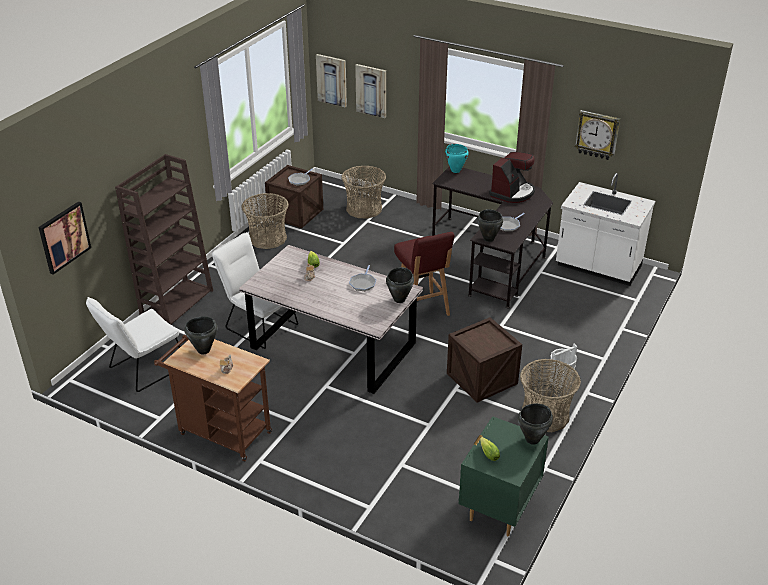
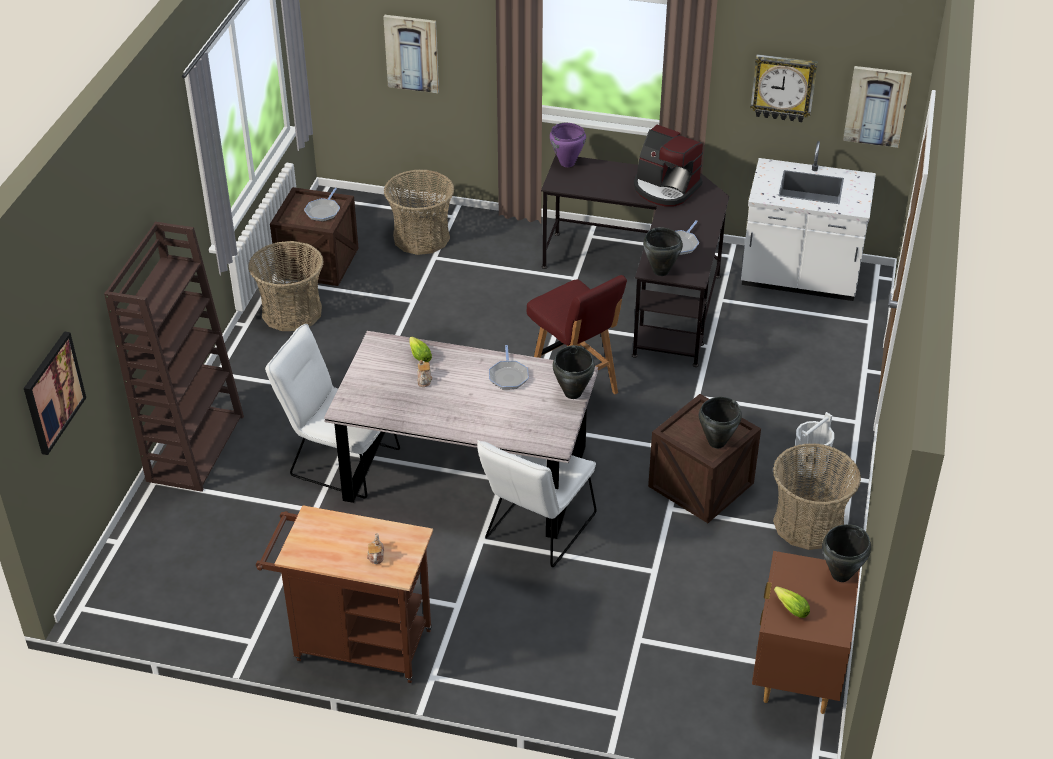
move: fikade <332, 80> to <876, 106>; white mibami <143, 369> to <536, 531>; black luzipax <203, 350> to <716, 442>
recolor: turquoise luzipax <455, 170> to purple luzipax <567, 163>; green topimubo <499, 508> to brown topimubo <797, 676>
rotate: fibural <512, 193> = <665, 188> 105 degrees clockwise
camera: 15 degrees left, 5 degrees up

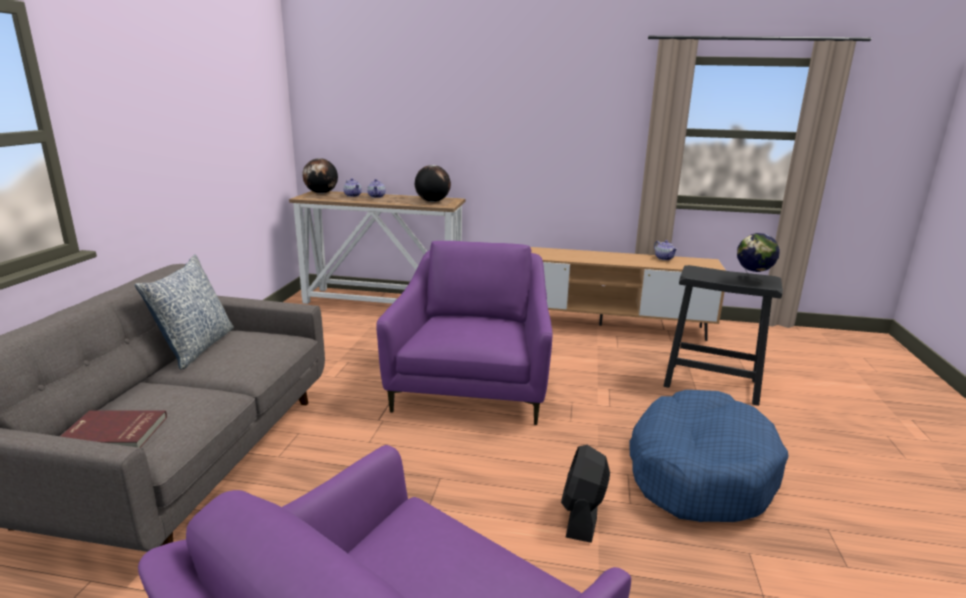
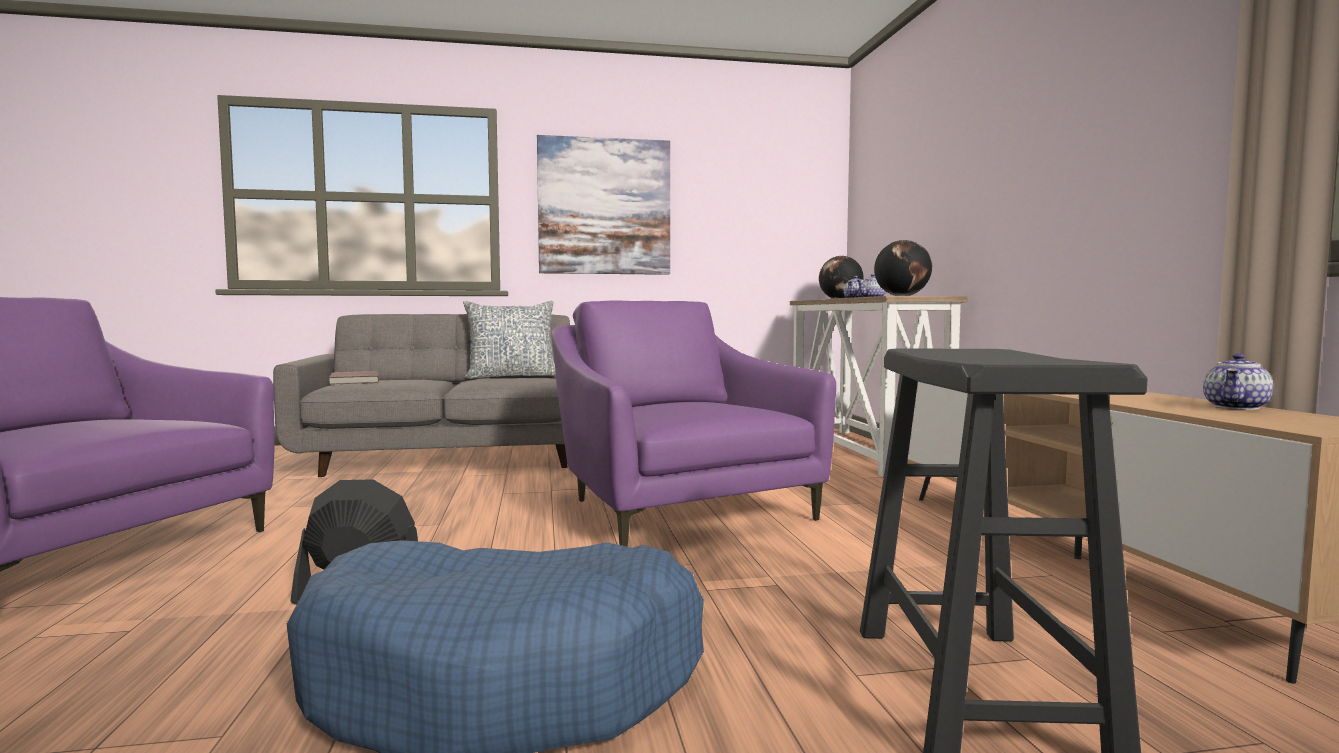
delete: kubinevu <752, 281>
insert: fikade <604, 207>
rotate: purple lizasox <472, 386> = <676, 510> 105 degrees counterclockwise
camera: 70 degrees right, 15 degrees down

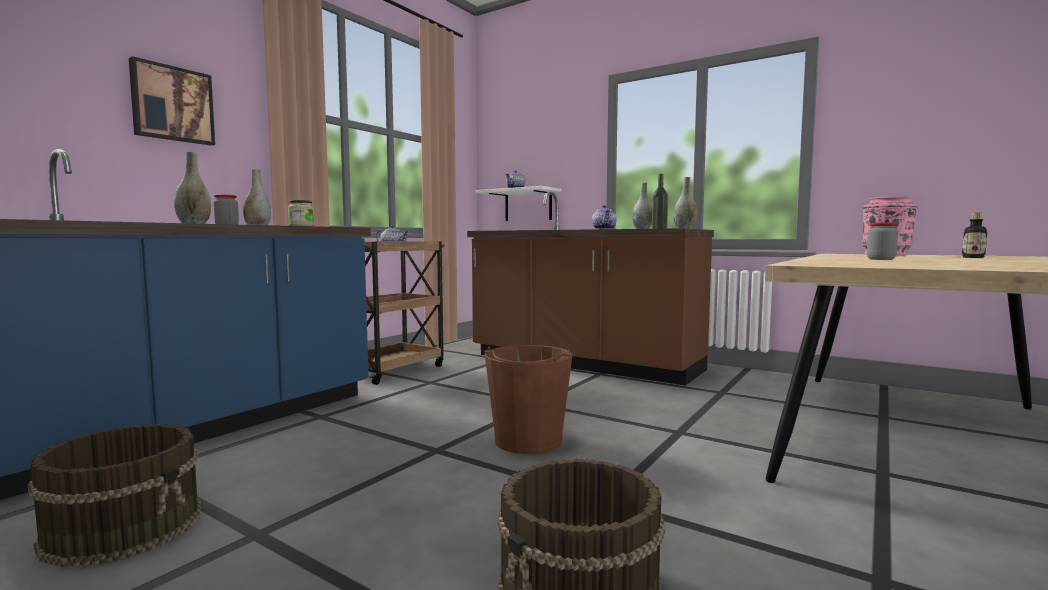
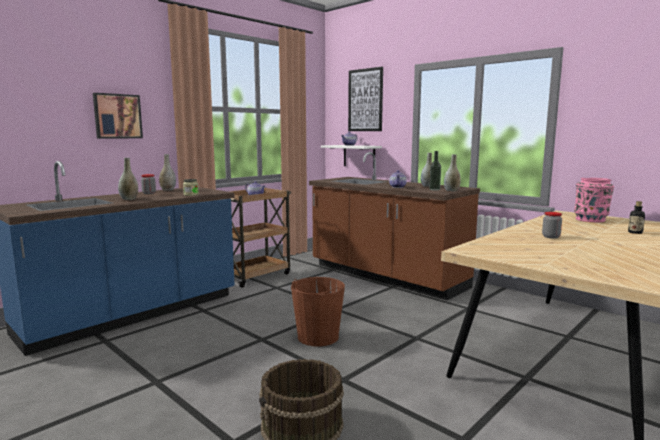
delete: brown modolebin <125, 526>
insert: fikade <365, 100>
camera: 10 degrees right, 5 degrees up

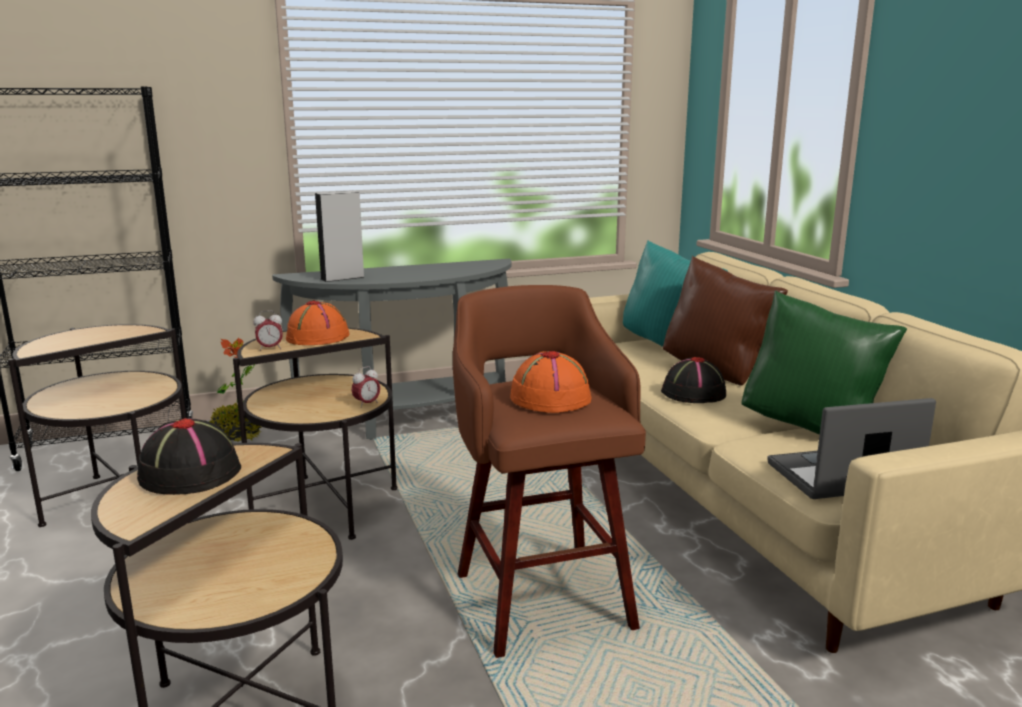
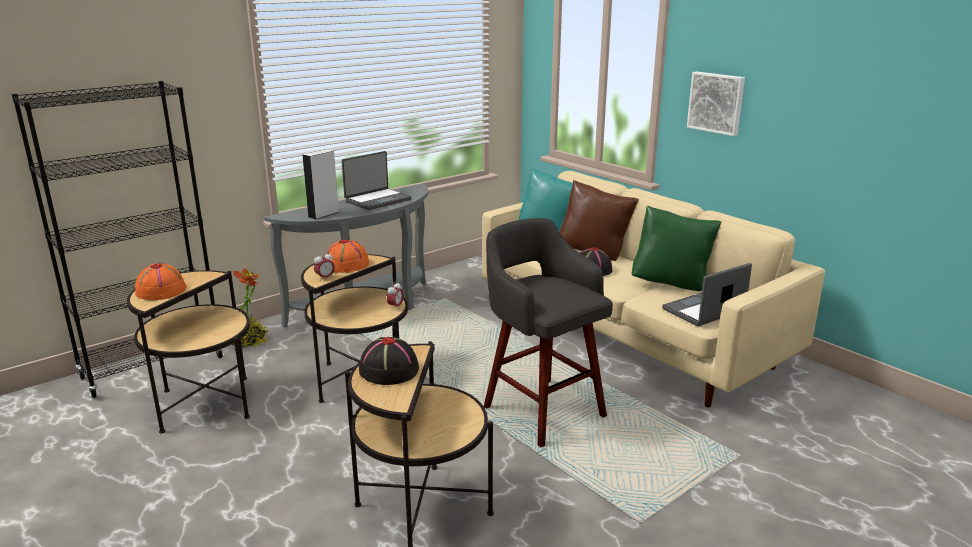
insert: fikade <716, 102>; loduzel <377, 200>
move: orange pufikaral <550, 397> to <161, 290>
recolor: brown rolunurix <541, 596> to grey rolunurix <541, 409>
camera: 20 degrees left, 5 degrees up

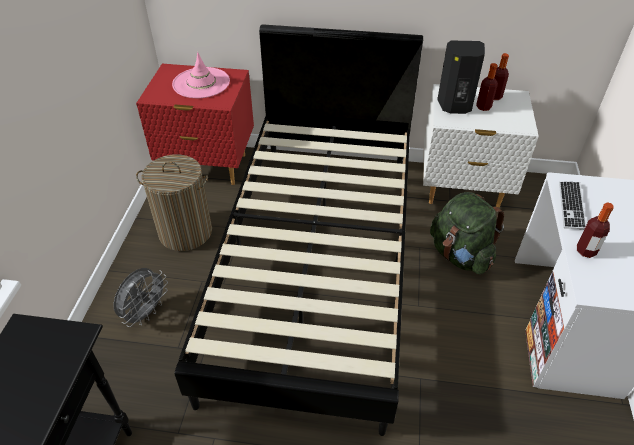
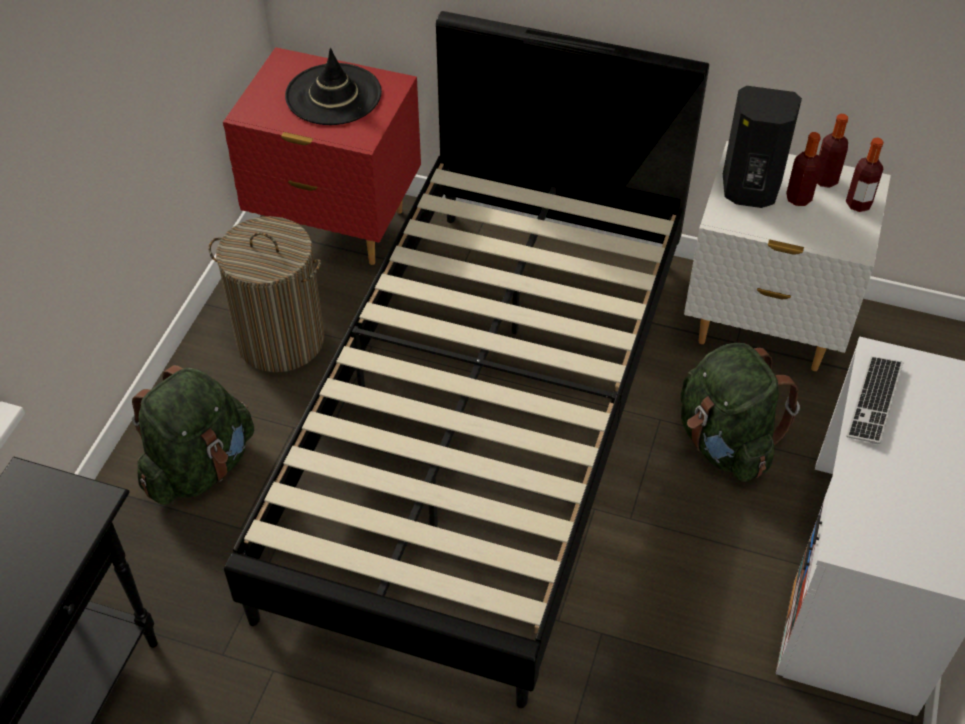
move: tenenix <586, 251> to <858, 204>
replace: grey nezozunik <145, 313> to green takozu <200, 467>
recolor: pink pufikaral <201, 83> to black pufikaral <333, 95>
camera: 10 degrees right, 5 degrees up

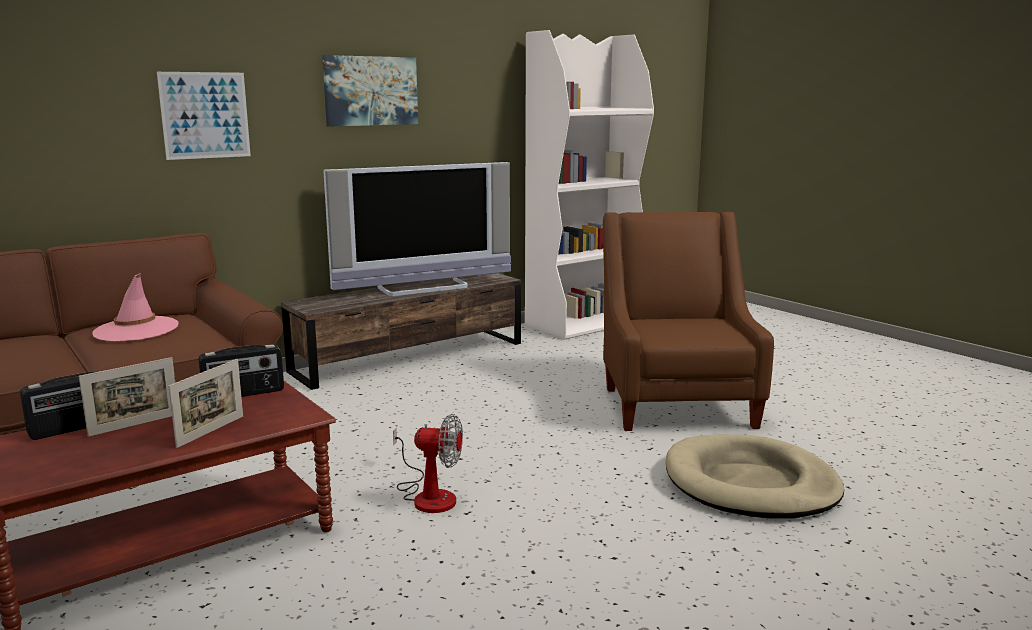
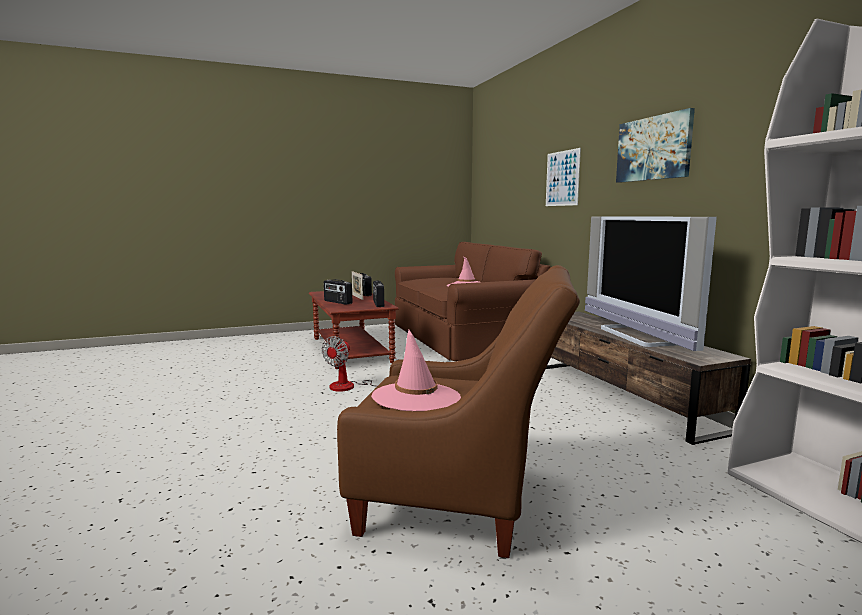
delete: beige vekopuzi <750, 484>
insert: pink pufikaral <416, 397>
replace: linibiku <211, 431> to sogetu <337, 302>
camera: 105 degrees right, 5 degrees down

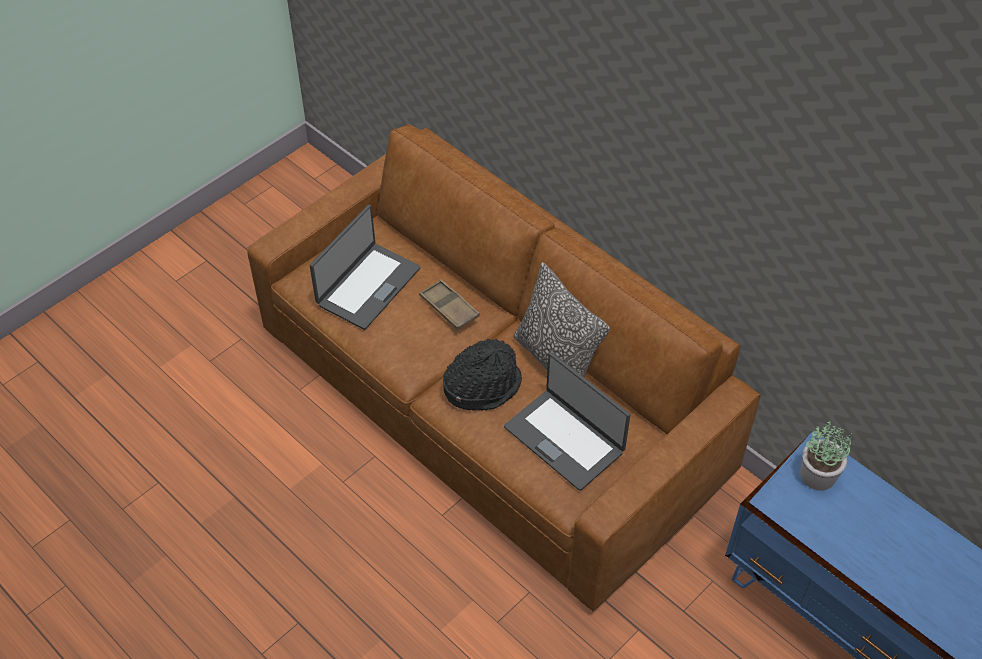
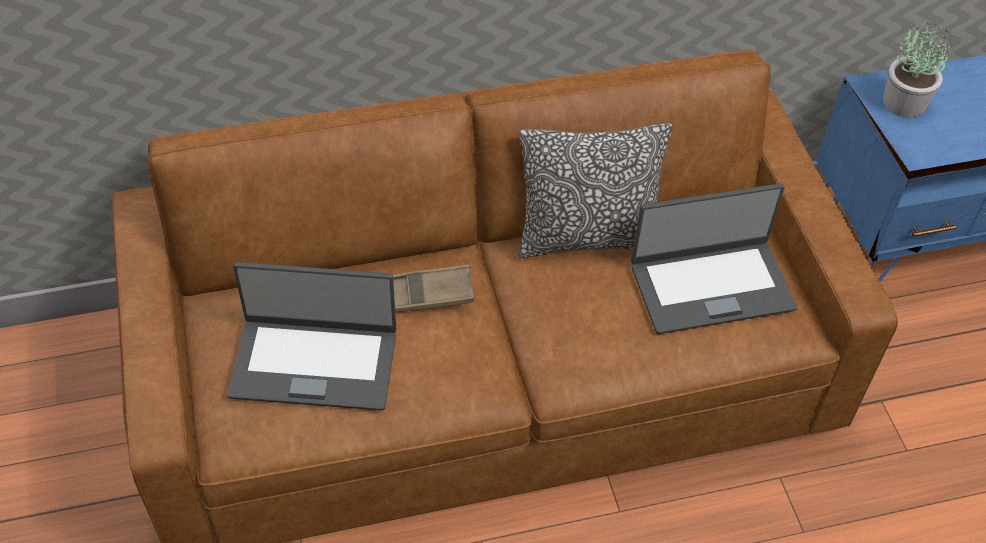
delete: black pufikaral <482, 385>
rotate: loduzel <367, 286> = <314, 362> 120 degrees clockwise
camera: 60 degrees left, 0 degrees up

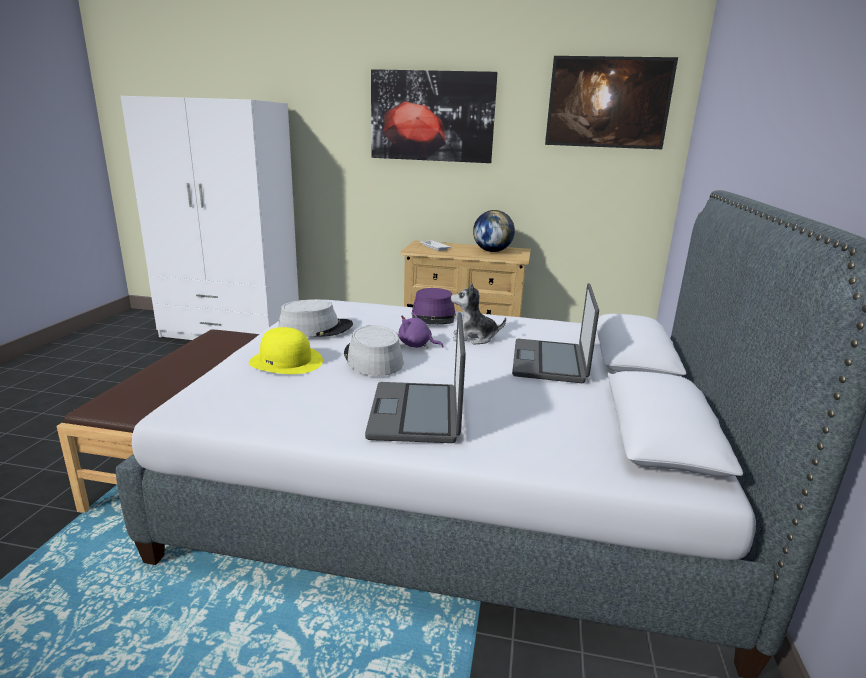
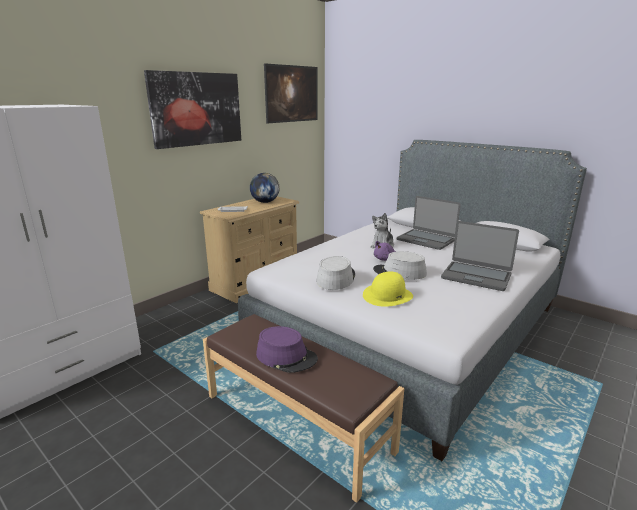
move: purple pufikaral <433, 316> to <286, 357>
camera: 60 degrees left, 0 degrees up

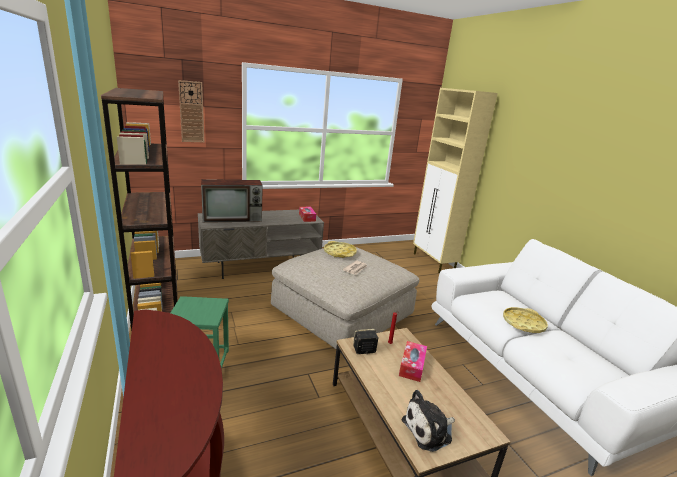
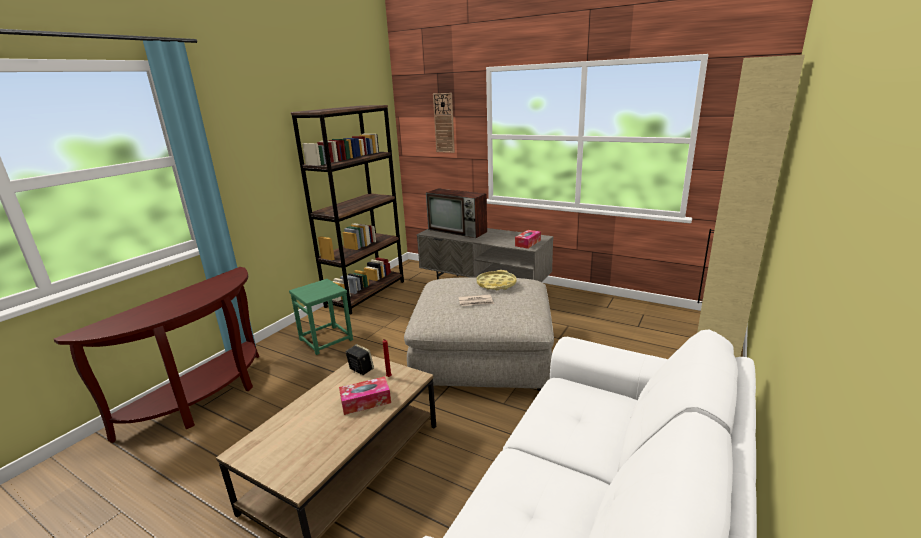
delete: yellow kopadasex <523, 323>; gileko <429, 430>
camera: 55 degrees right, 0 degrees up

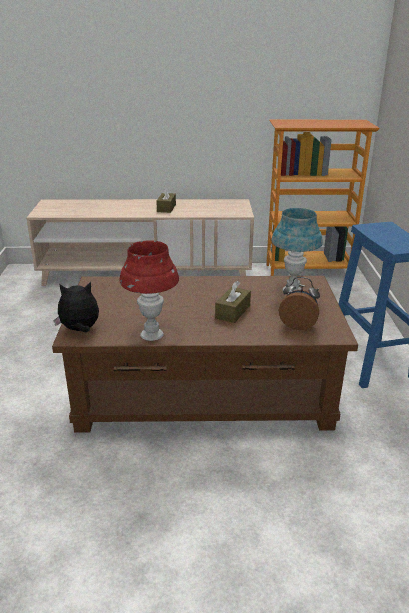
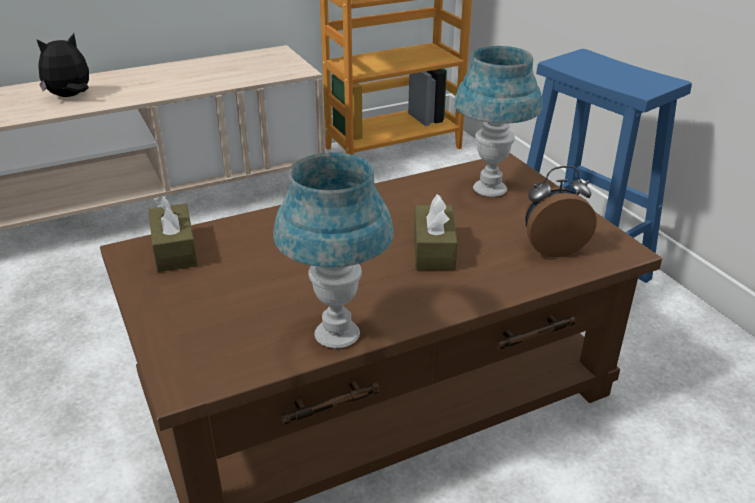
move: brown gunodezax <166, 208> to <174, 250>; gileko <80, 330> to <70, 96>
recolor: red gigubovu <152, 335> to blue gigubovu <337, 335>
camera: 25 degrees left, 5 degrees up

